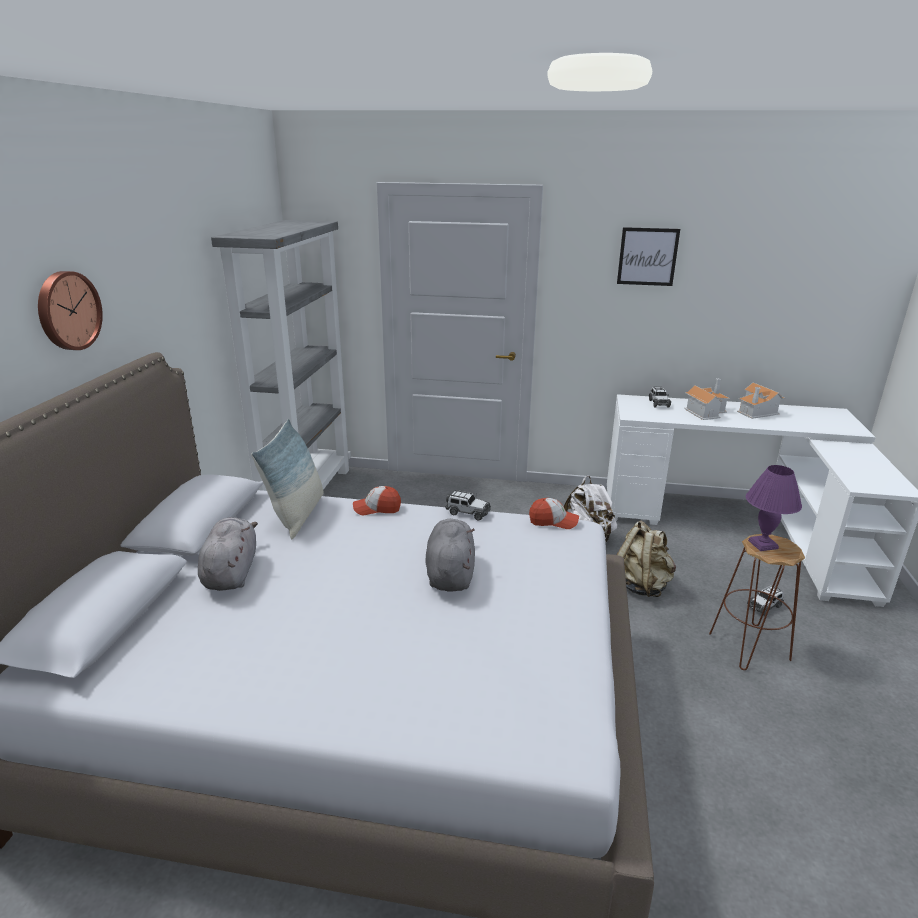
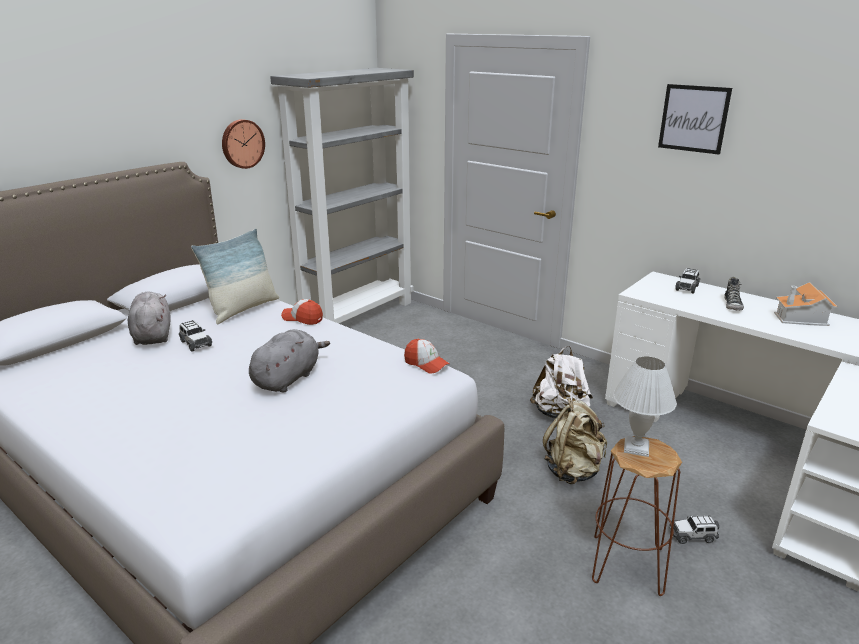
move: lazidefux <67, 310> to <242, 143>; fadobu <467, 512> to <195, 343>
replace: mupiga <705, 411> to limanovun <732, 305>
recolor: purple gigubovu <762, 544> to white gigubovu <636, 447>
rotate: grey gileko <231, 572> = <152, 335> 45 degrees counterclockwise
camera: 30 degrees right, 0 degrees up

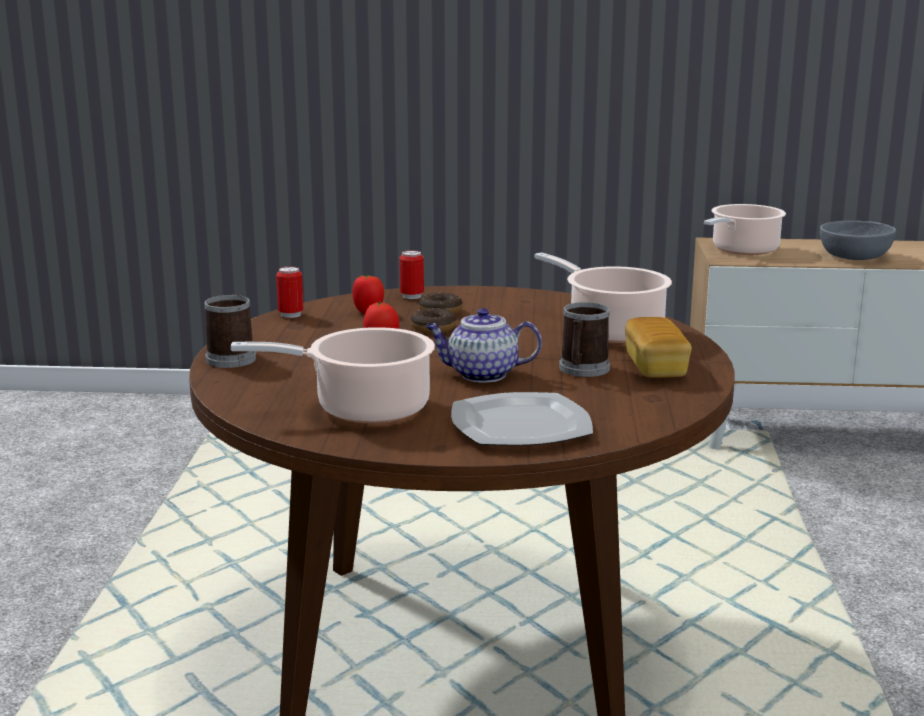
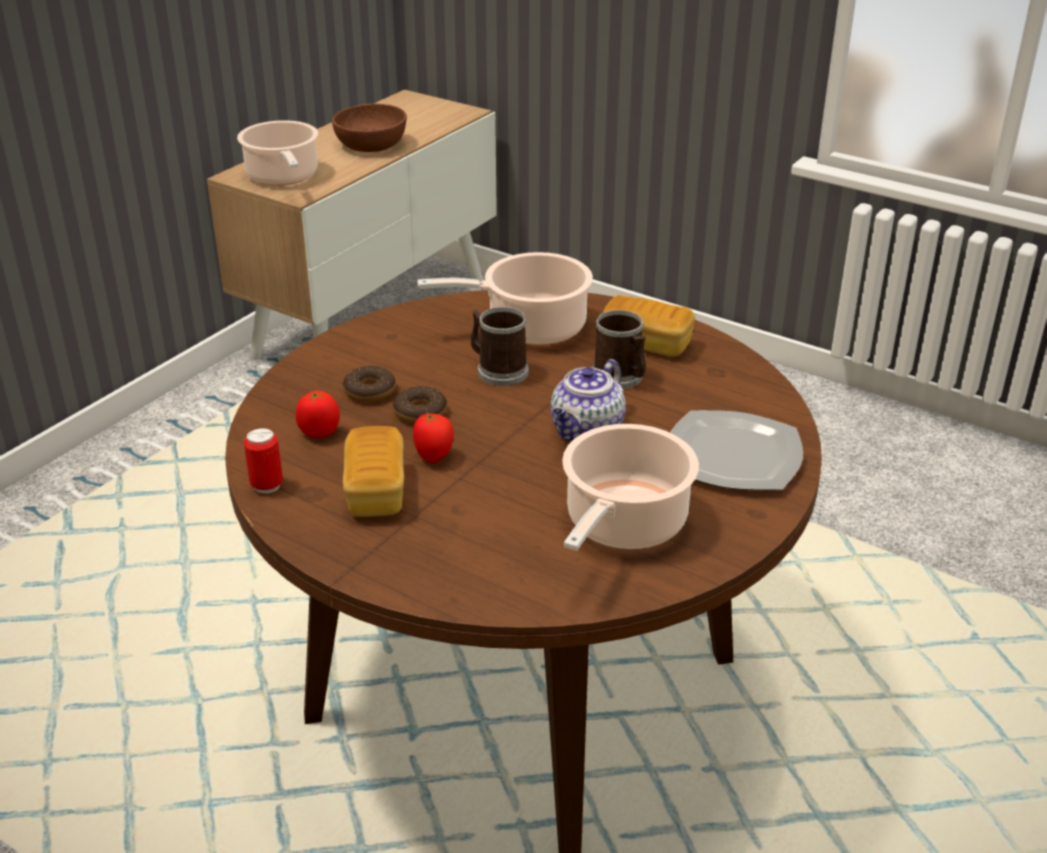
delete: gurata <412, 296>
insert: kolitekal <376, 491>
move: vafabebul <232, 357> to <498, 370>
recolor: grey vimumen <854, 256> to brown vimumen <371, 145>
camera: 60 degrees left, 15 degrees up

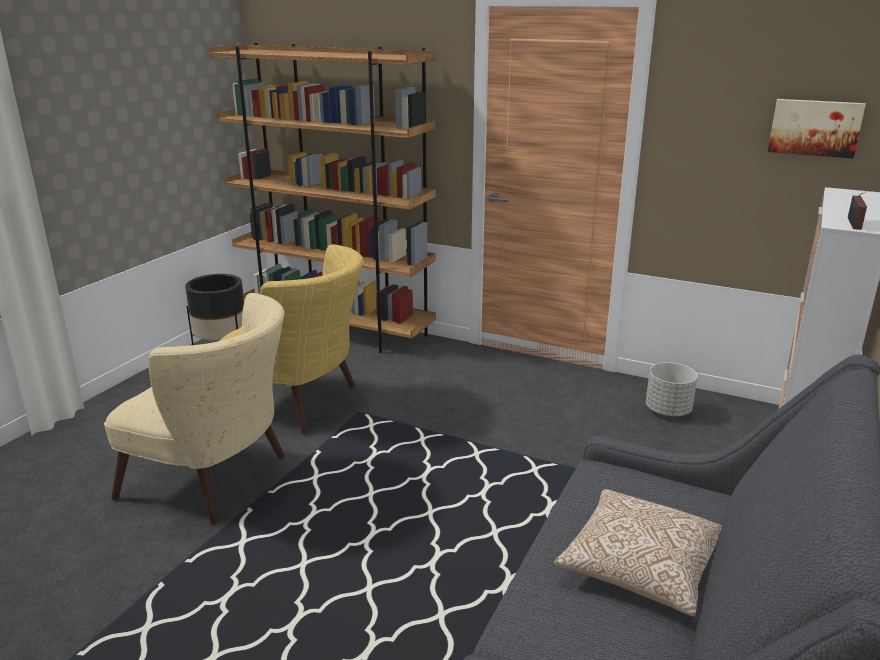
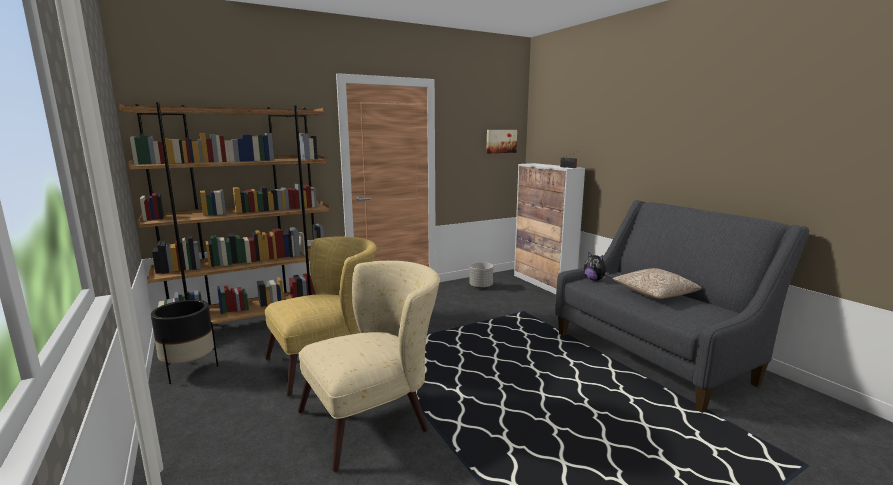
insert: gileko <594, 279>
camera: 55 degrees left, 10 degrees down

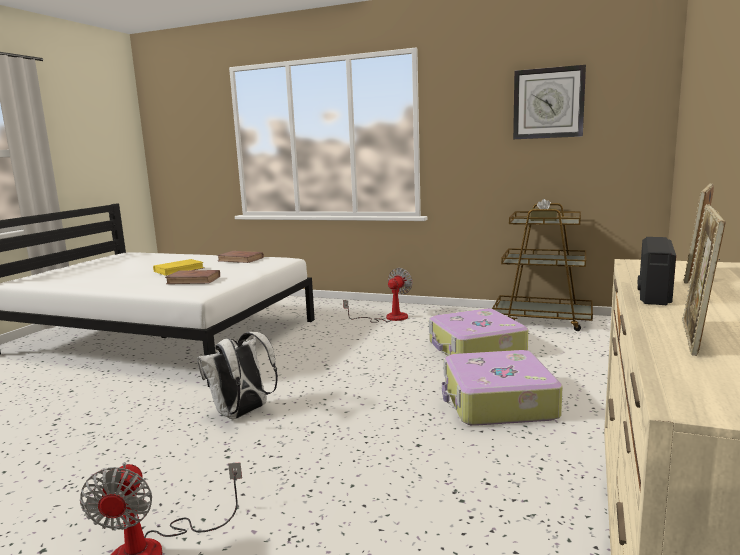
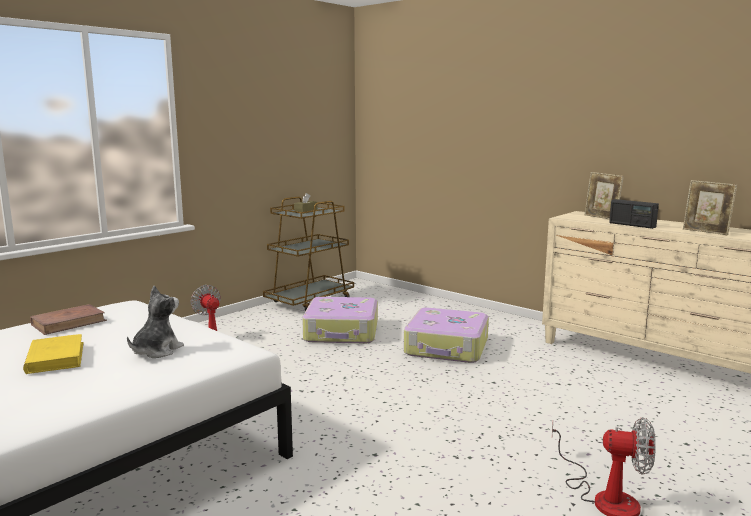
delete: lazidefux <548, 103>; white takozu <242, 414>
replace: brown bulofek <194, 280> to gileko <156, 351>
camera: 70 degrees left, 0 degrees up

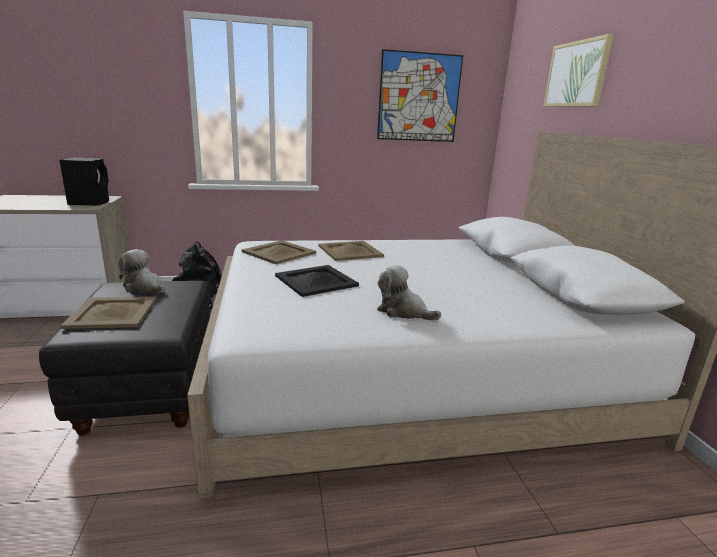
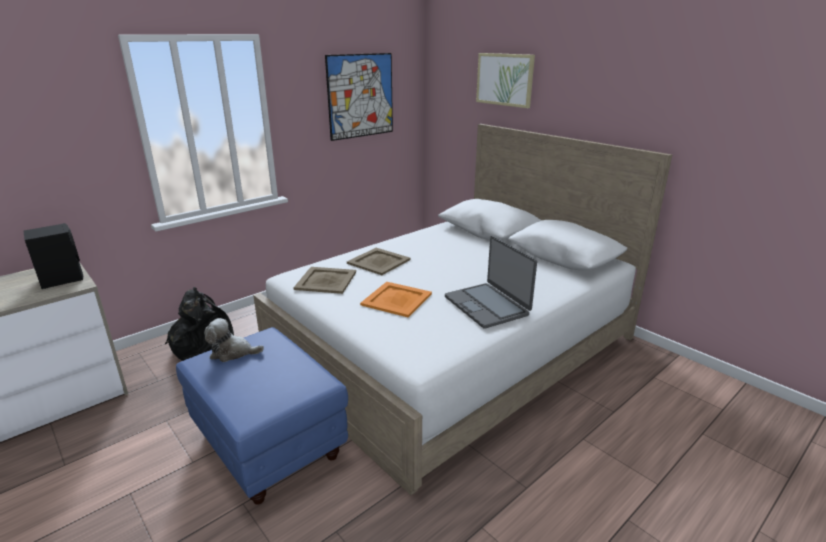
delete: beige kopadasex <112, 312>
replace: gileko <403, 311> to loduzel <487, 306>
recolor: black kopadasex <316, 280> to orange kopadasex <396, 299>; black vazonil <150, 390> to blue vazonil <270, 444>
camera: 30 degrees left, 5 degrees up

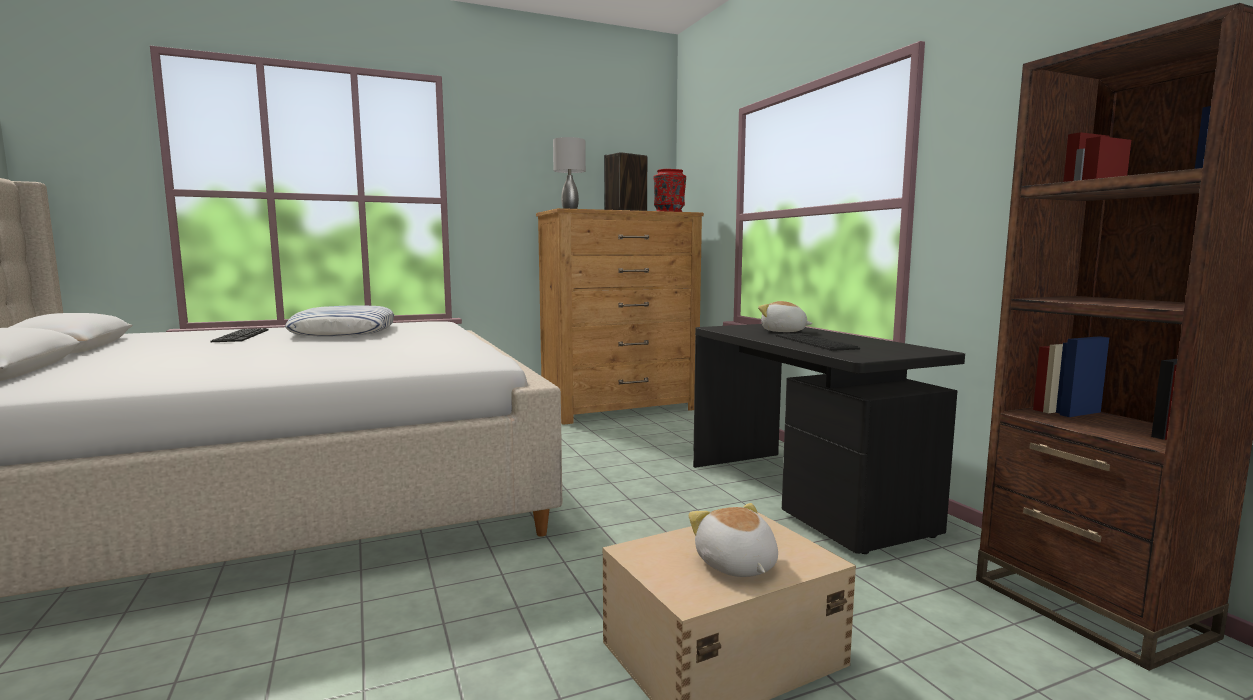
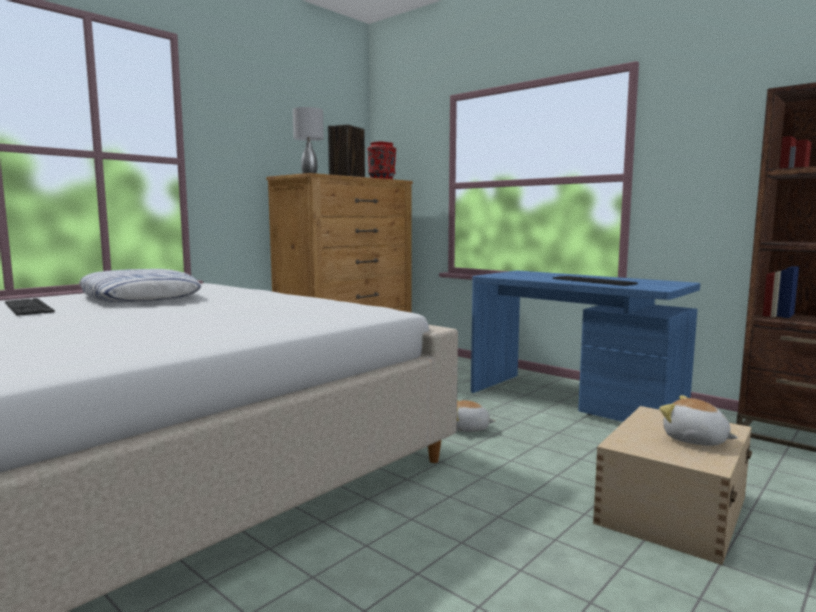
move: gileko <783, 331> to <469, 429>
recolor: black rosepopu <804, 496> to blue rosepopu <574, 401>
camera: 25 degrees left, 0 degrees up

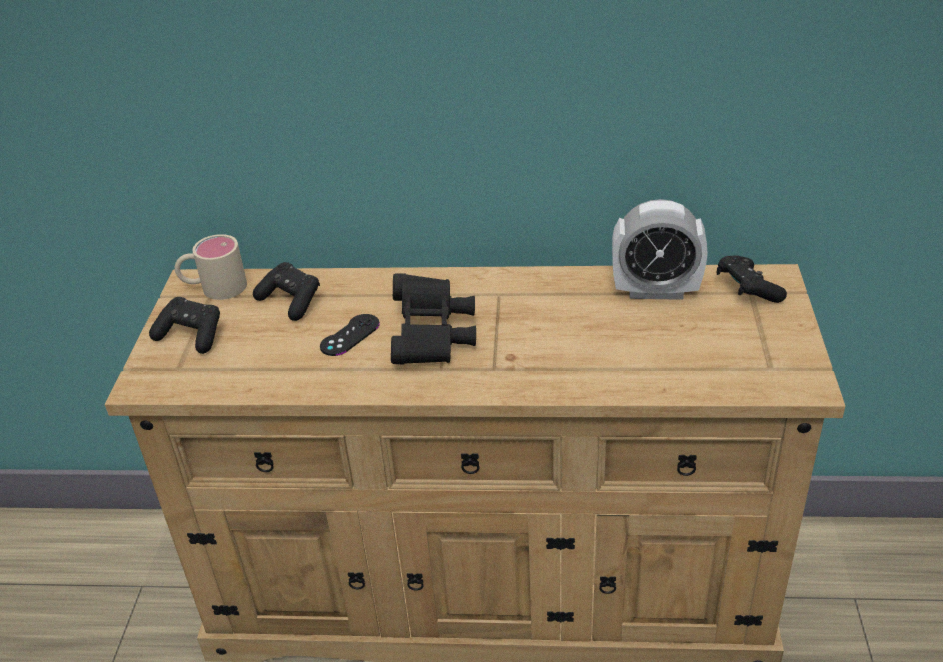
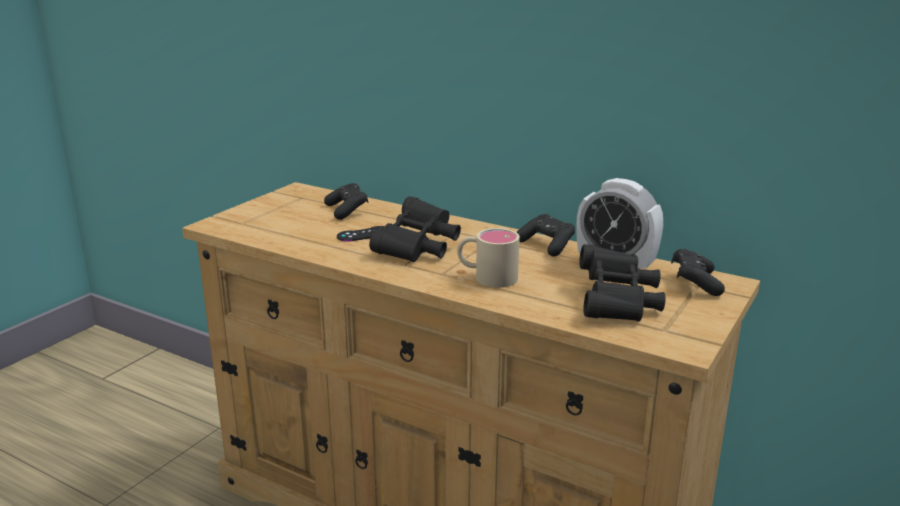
insert: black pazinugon <617, 303>
move: beige vafabebul <214, 288> to <486, 277>; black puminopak <191, 335> to <547, 245>
camera: 25 degrees right, 15 degrees down

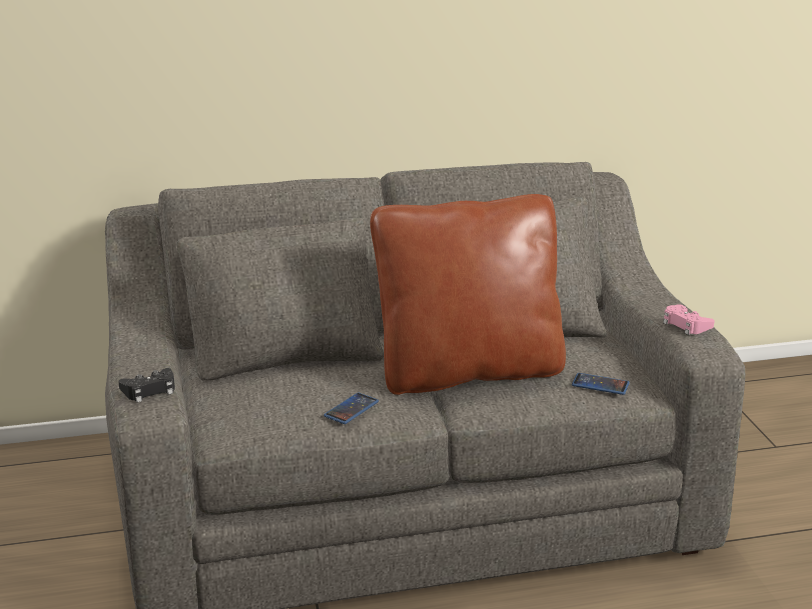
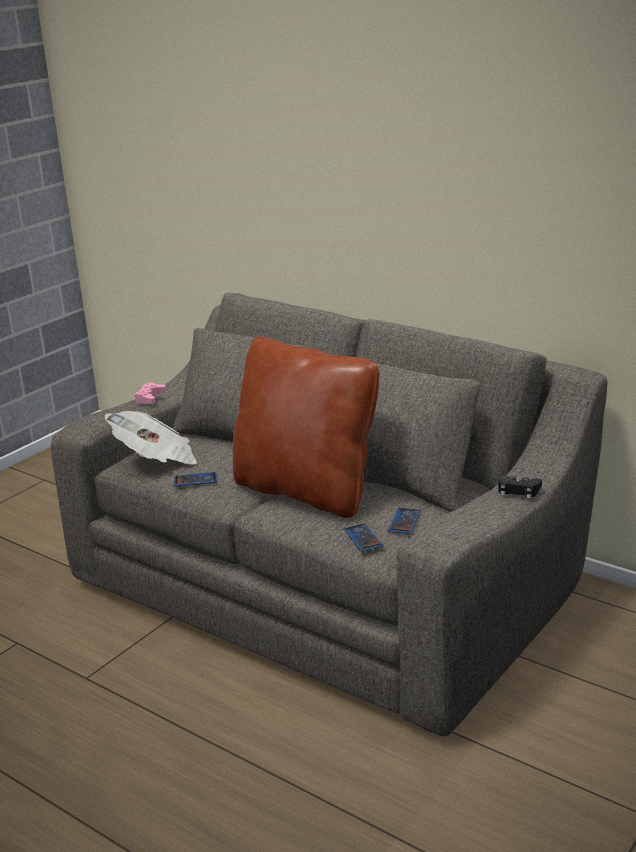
insert: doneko <156, 459>; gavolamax <404, 521>
move: pink puminopak <686, 325> to <150, 398>; black puminopak <150, 390> to <518, 490>
camera: 50 degrees right, 0 degrees up

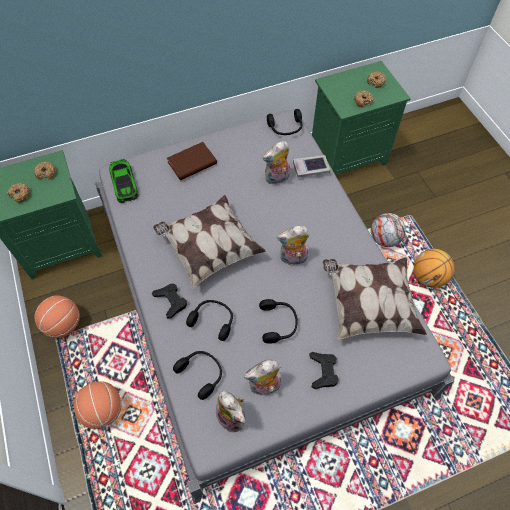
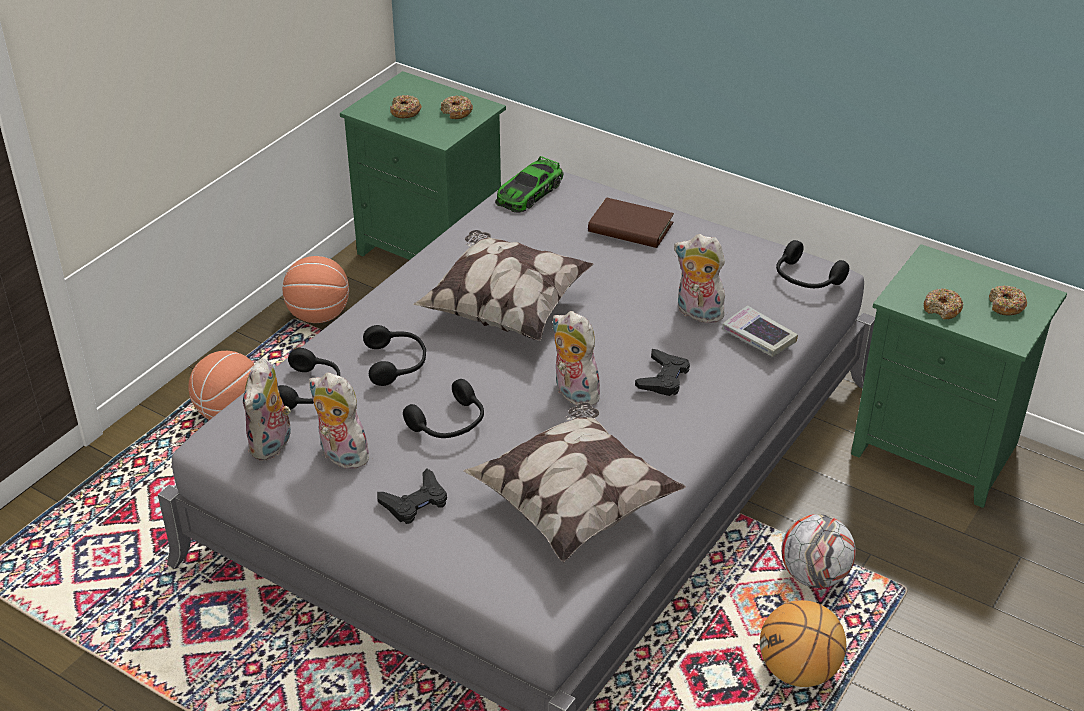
move: black puminopak <171, 301> to <663, 378>
camera: 55 degrees right, 20 degrees down

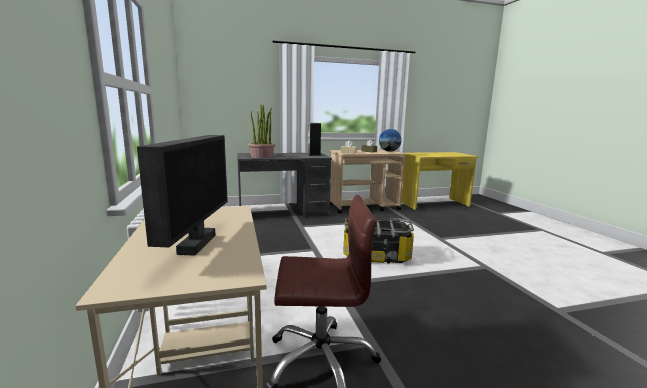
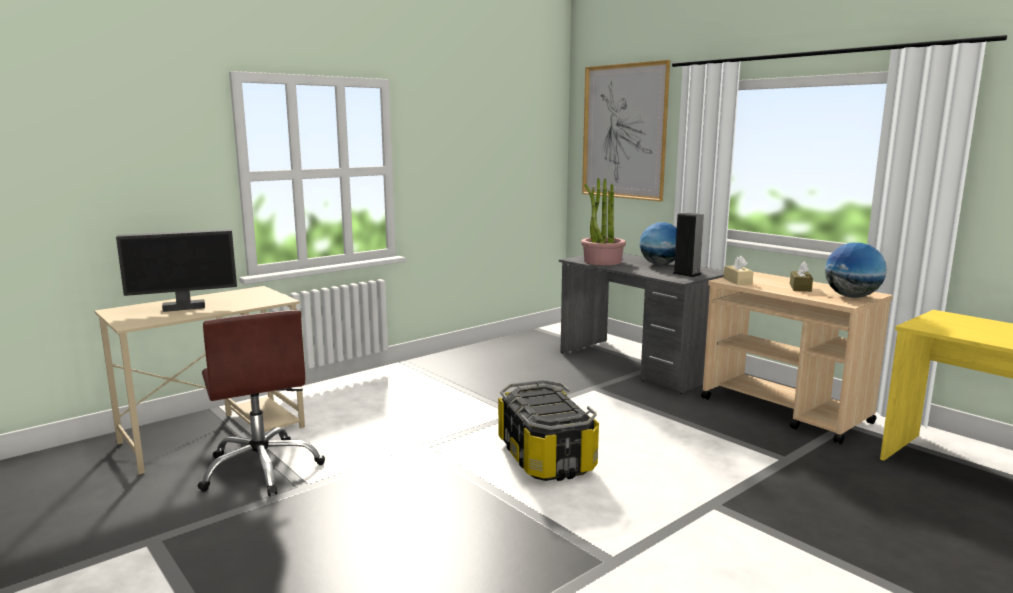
insert: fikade <624, 132>; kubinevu <660, 264>
camera: 65 degrees right, 0 degrees up

